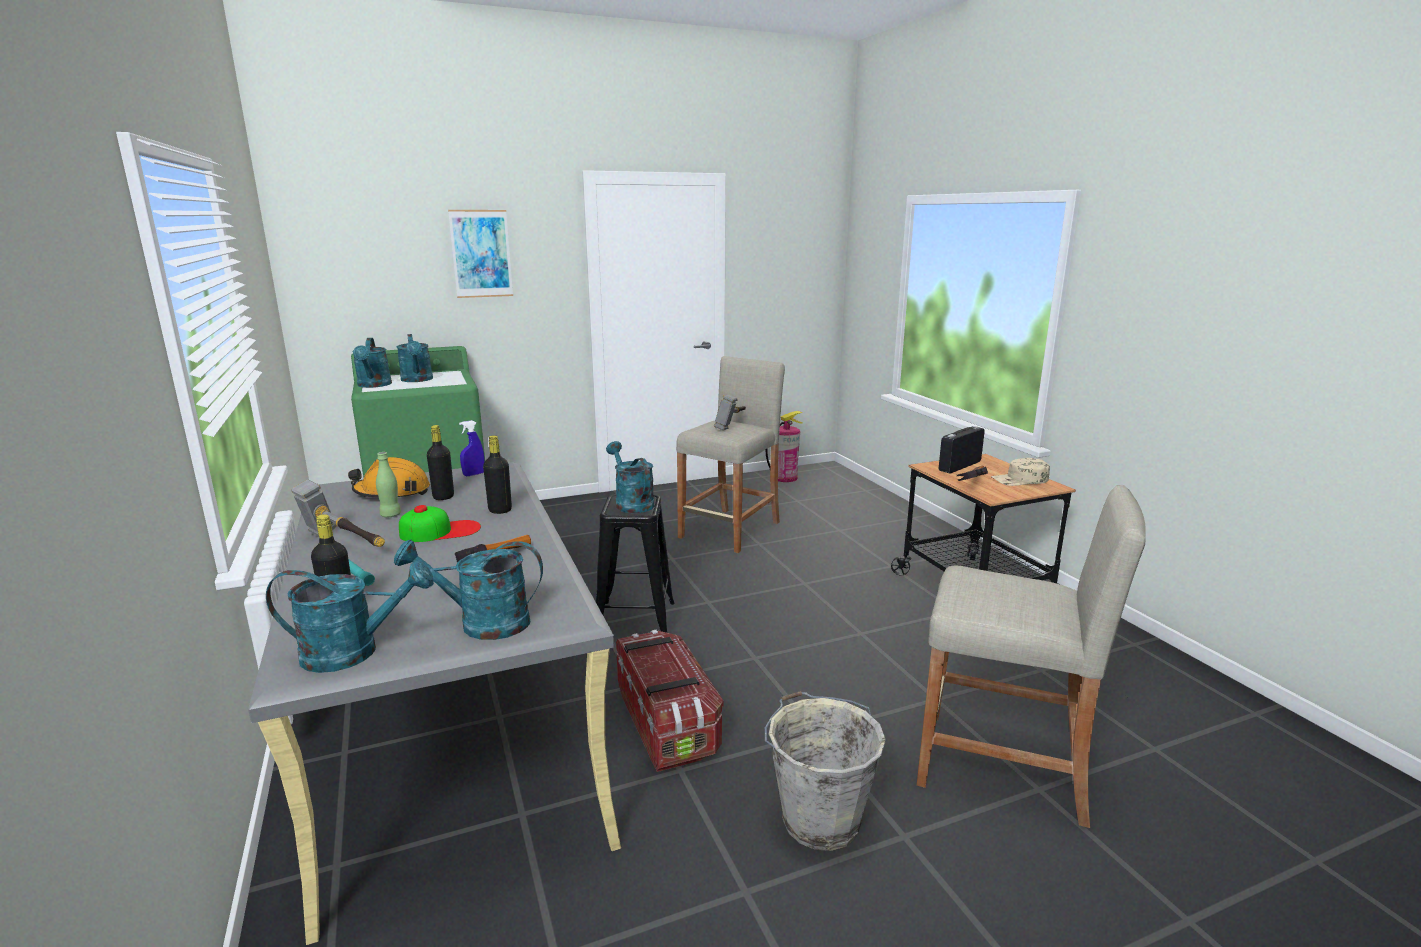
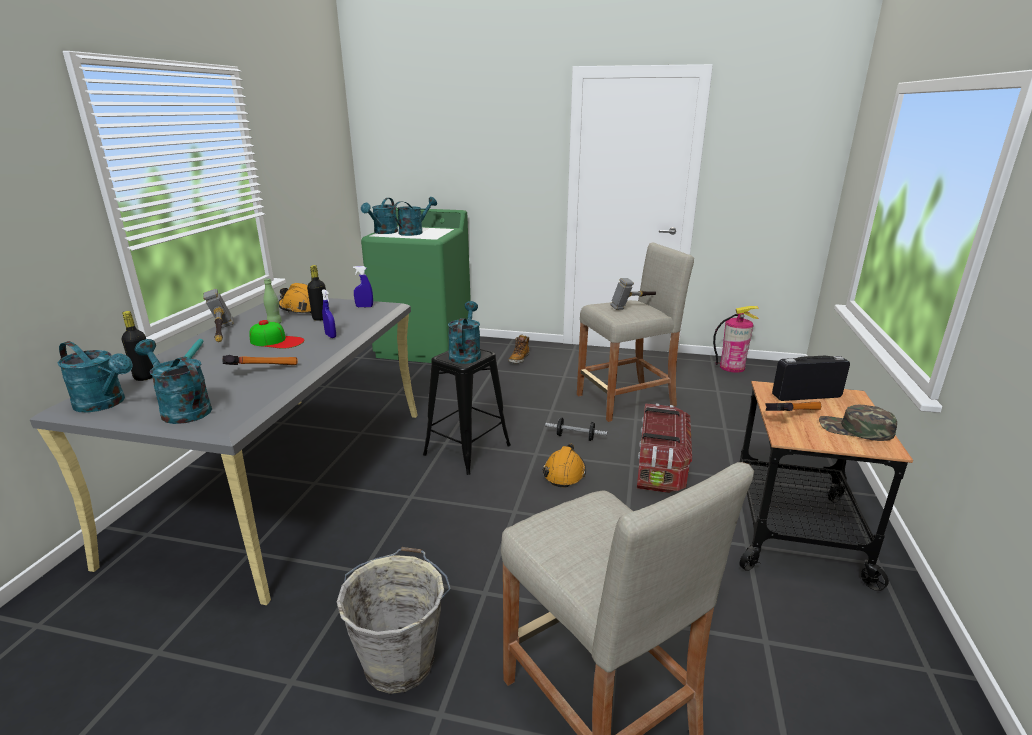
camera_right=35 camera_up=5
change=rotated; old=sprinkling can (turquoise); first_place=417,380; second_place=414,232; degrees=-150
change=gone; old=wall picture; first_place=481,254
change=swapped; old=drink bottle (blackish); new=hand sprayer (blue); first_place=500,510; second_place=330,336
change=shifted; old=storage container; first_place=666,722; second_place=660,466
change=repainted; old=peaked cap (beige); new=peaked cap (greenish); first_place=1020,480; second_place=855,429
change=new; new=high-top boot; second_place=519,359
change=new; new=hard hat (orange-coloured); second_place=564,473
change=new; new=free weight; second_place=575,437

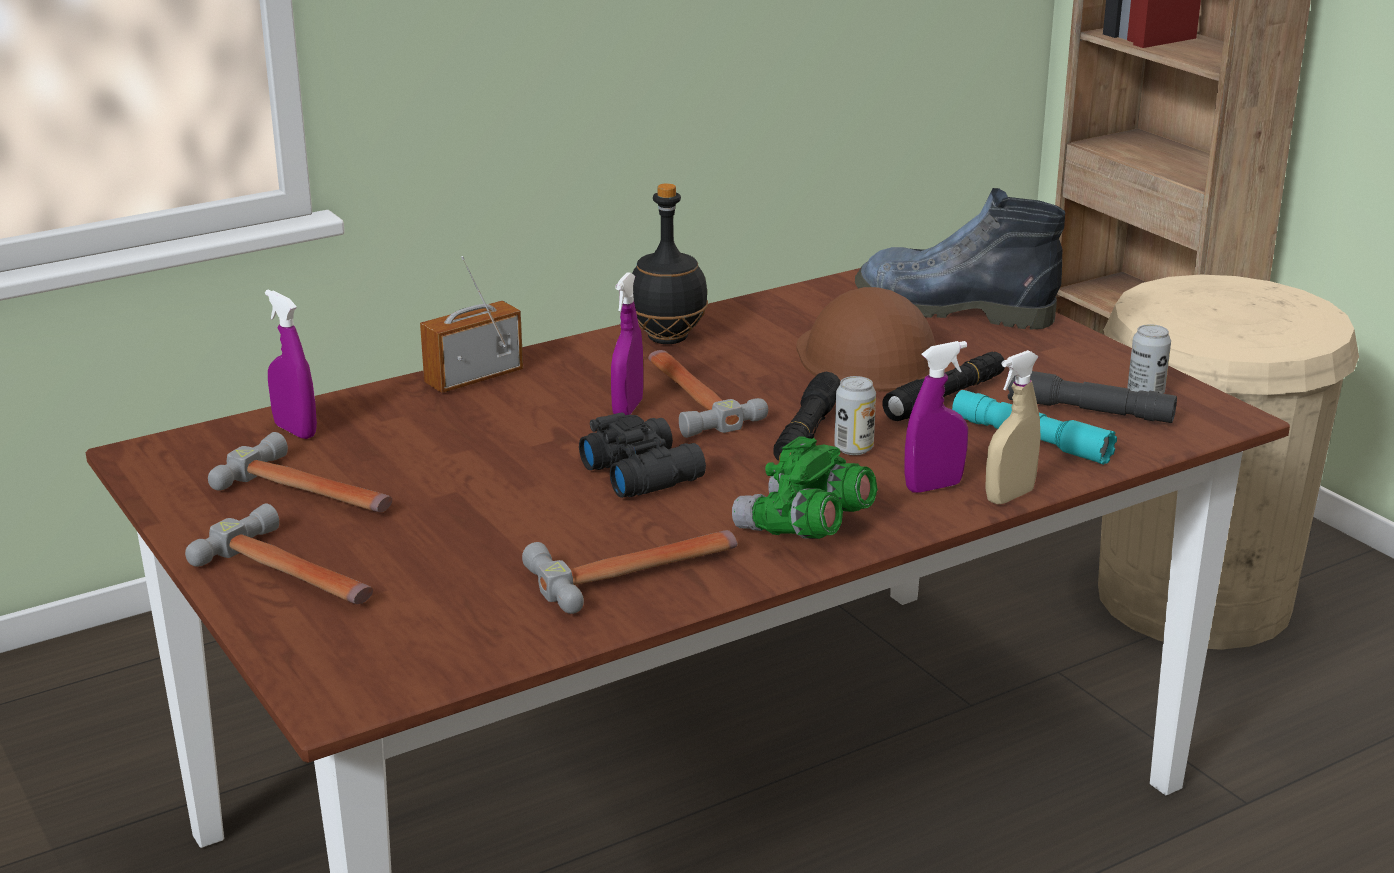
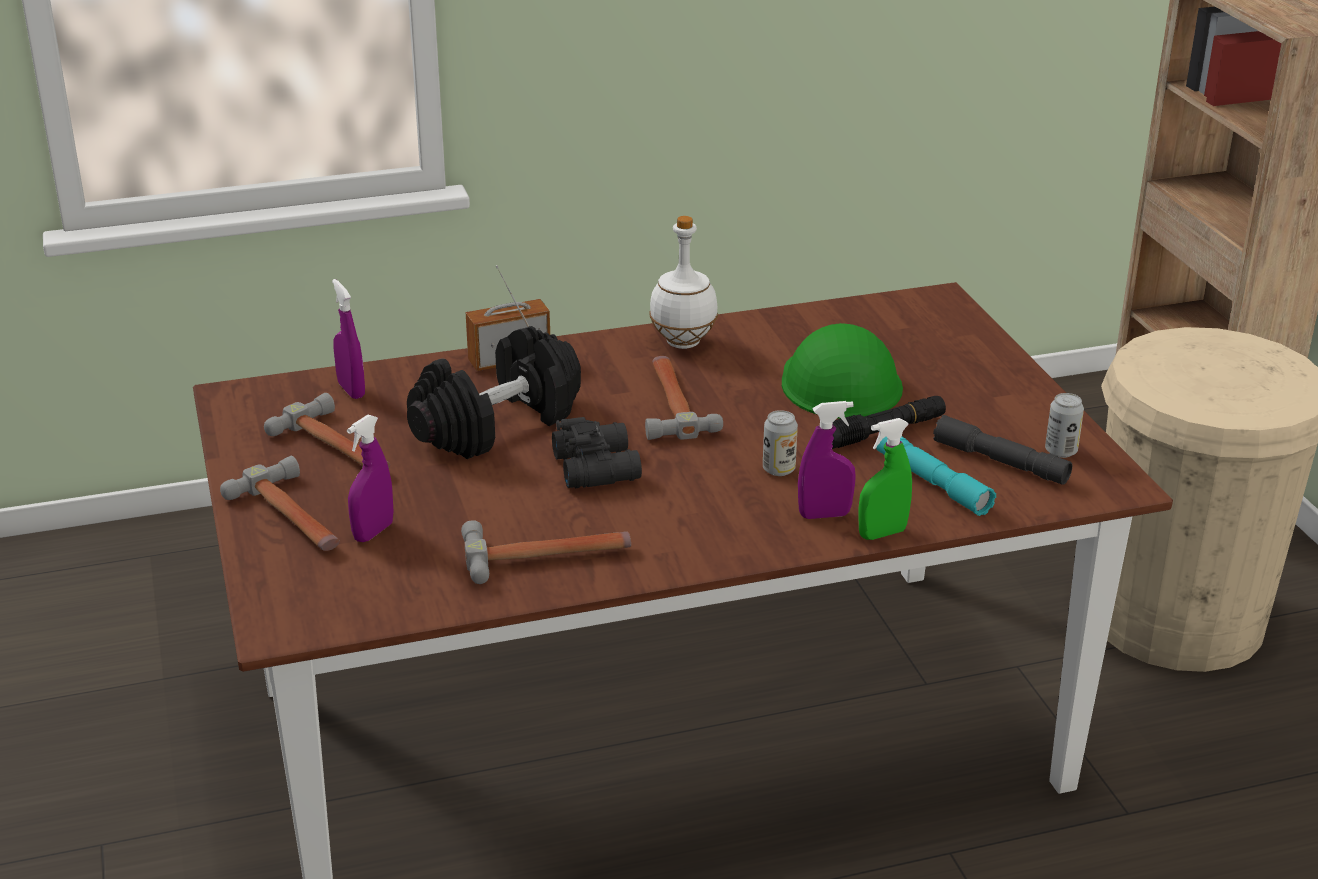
camera_right=15 camera_up=5
change=shifted; old=hand sprayer (purplish); first_place=627,408; second_place=373,532
change=repainted; old=drink bottle (blackish); new=drink bottle (whitish); first_place=669,338; second_place=684,343
change=gone; old=pair of binoculars (greenish); first_place=804,528
change=gone; old=torch (blackish); first_place=806,432
change=repainted; old=hard hat (brown-coloured); new=hard hat (greenish); first_place=868,357; second_place=840,383
change=gone; old=high-top boot; first_place=950,308
change=repainted; old=hand sprayer (beige); new=hand sprayer (greenish); first_place=1009,496; second_place=882,533
change=new; new=free weight (blackish); second_place=497,423

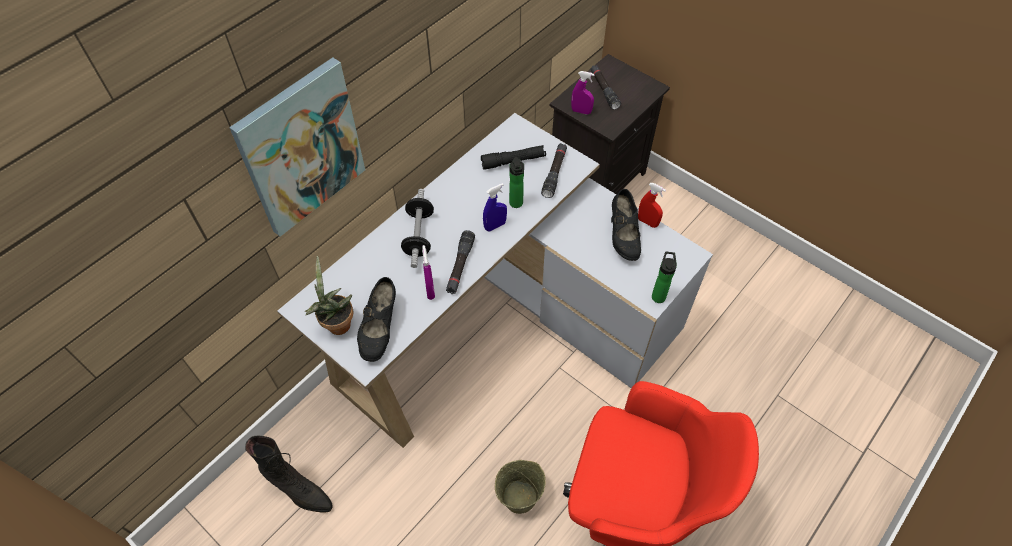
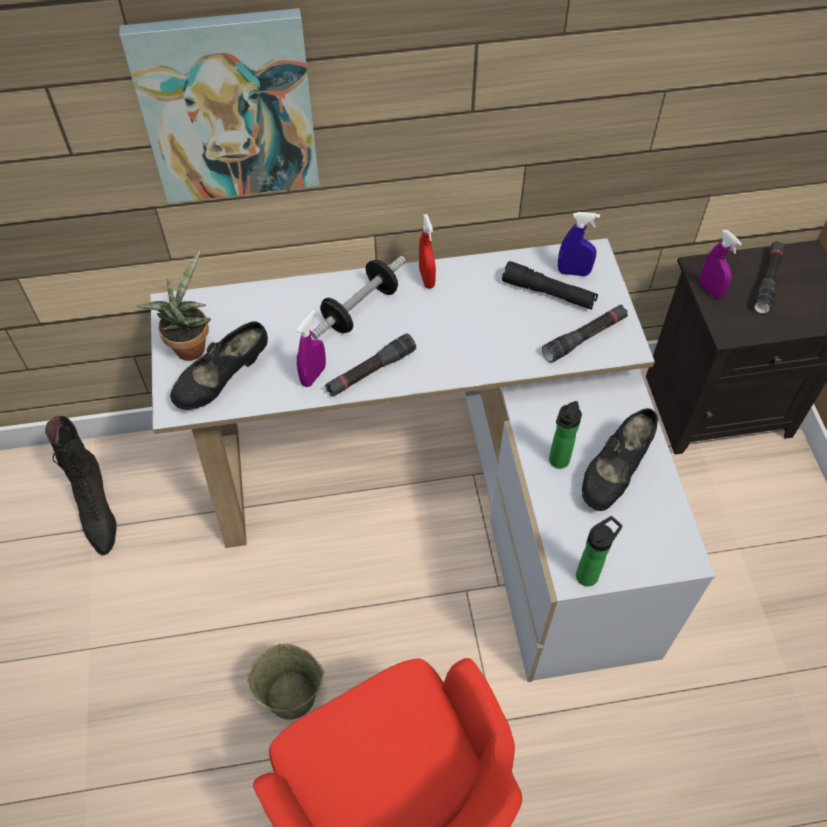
camera_right=40 camera_up=0
change=shifted; old=hand sprayer (blue); first_place=495,226; second_place=573,272
change=shifted; old=drink bottle; first_place=516,204; second_place=557,462
change=shifted; old=hand sprayer (red); first_place=647,222; second_place=426,278

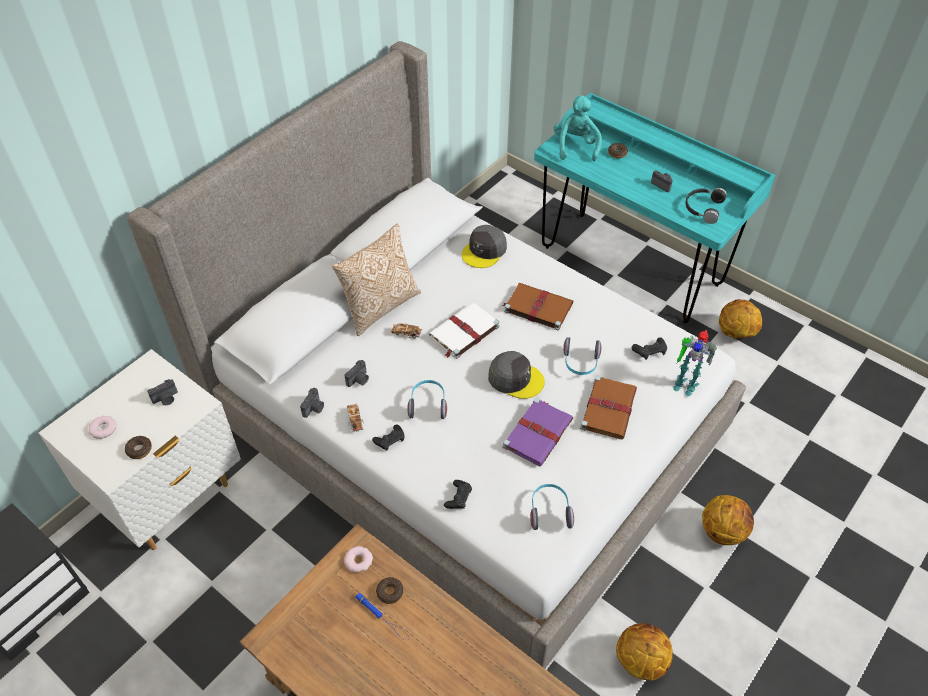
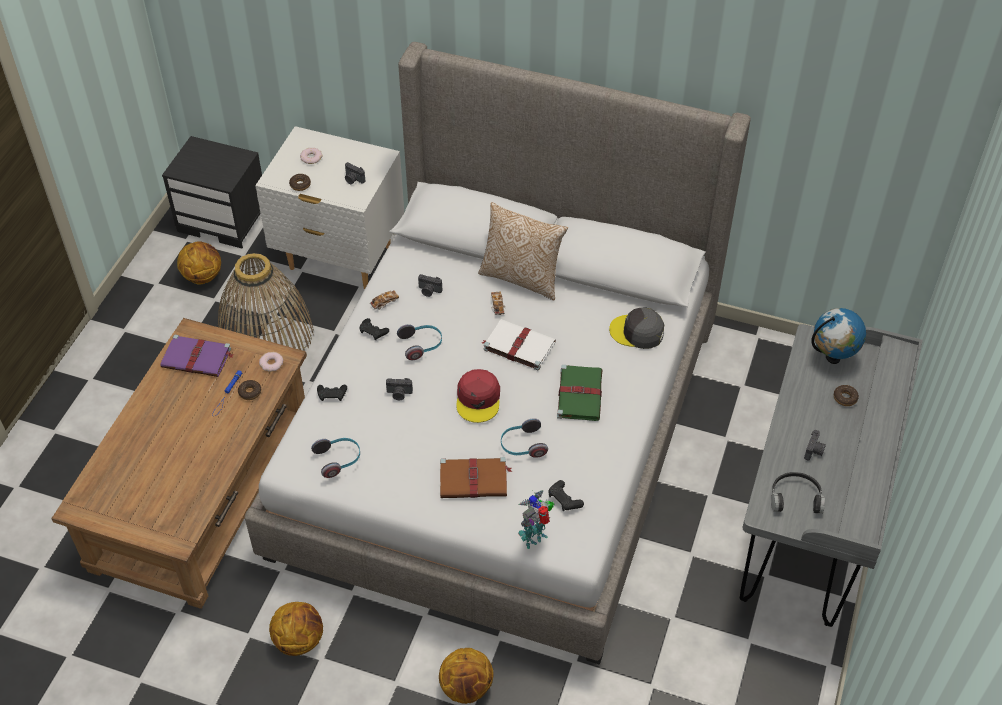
camera_right=70 camera_up=0
change=shifted; old=still camera; first_place=314,408; second_place=399,394
change=repainted; old=peaked cap (gray); new=peaked cap (red); first_place=515,378; second_place=478,399
change=repainted; old=volume (brown-coloured); new=volume (greenish); first_place=537,307; second_place=579,393
change=shifted; old=volume (purplish); first_place=538,432; second_place=197,358
change=repainted; old=desk unit (turquoise); new=desk unit (gray); first_place=631,265; second_place=807,527
change=swapped; old=soft toy (turquoise); new=world globe; first_place=576,146; second_place=832,358
change=rotated; old=toy robot; first_place=685,383; second_place=535,537; degrees=45
change=shifted; old=ball for basketball; first_place=735,332; second_place=202,276
change=new; new=basket; second_place=266,334

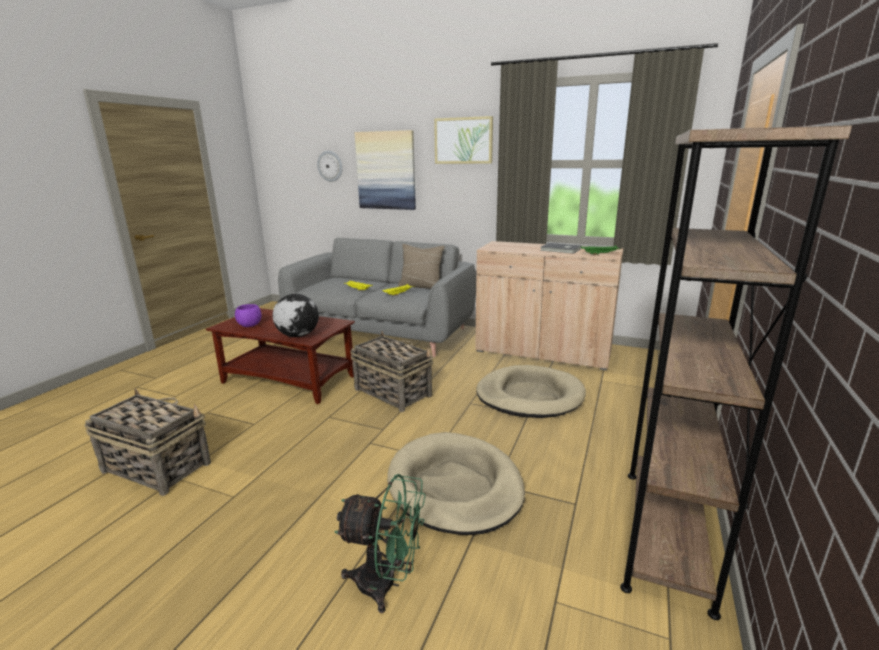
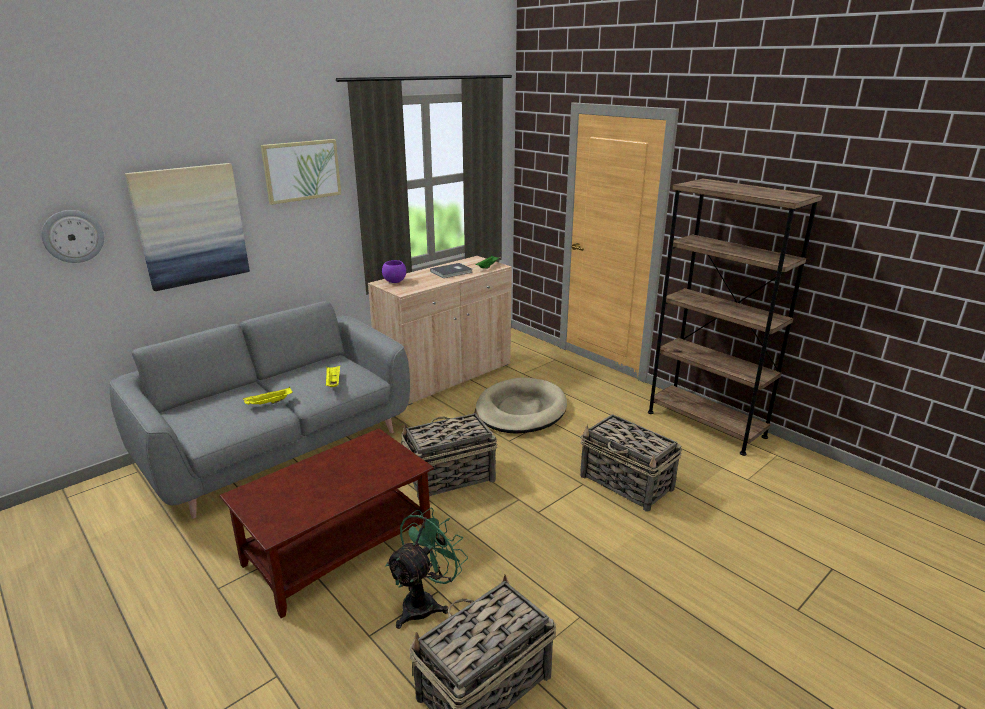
camera_right=-65 camera_up=5
change=shifted; old=bowl (purplish); first_place=249,325; second_place=394,281
change=gone; old=world globe; first_place=298,335
change=shifted; old=electric fan (greenish); first_place=387,584; second_place=425,602
change=swapped; old=dog cushion (beige); new=basket; first_place=455,486; second_place=627,483
change=gone; old=pillow (beige); first_place=421,286

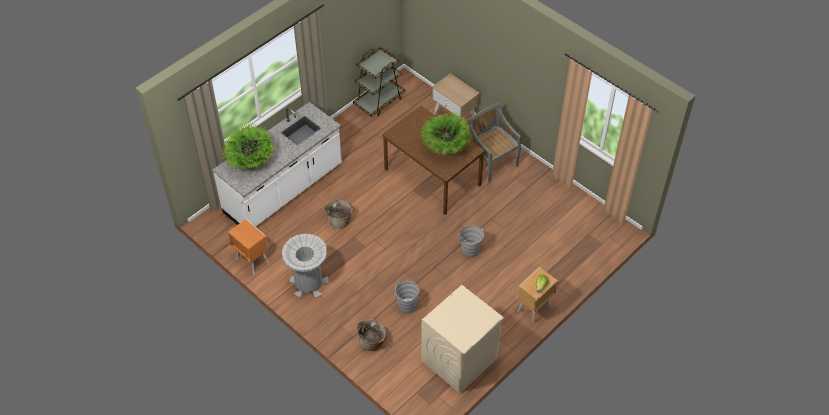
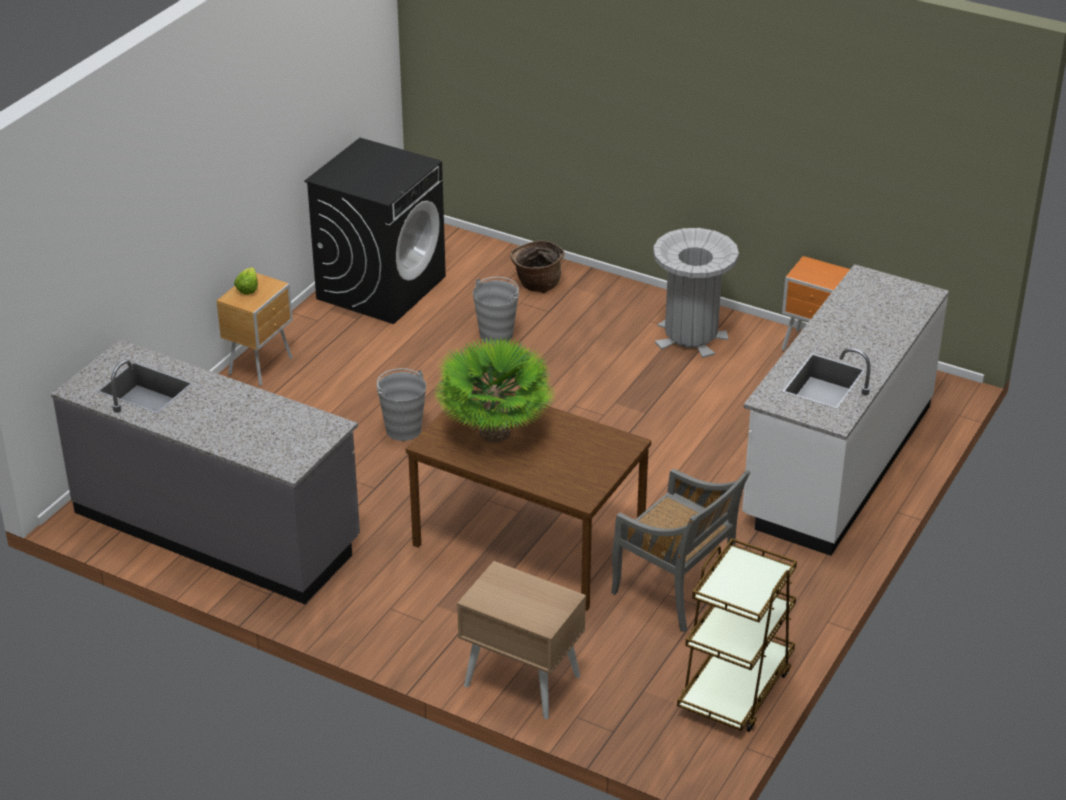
camera_right=165 camera_up=-15
change=gone; old=houseplant; first_place=250,164
change=gone; old=basket; first_place=340,220
change=repainted; old=washing machine (beige); new=washing machine (blackish); first_place=459,360; second_place=381,287
change=shifted; old=upright chair (gray); first_place=491,162; second_place=676,589
change=new; new=kitchen counter (gray); second_place=217,528

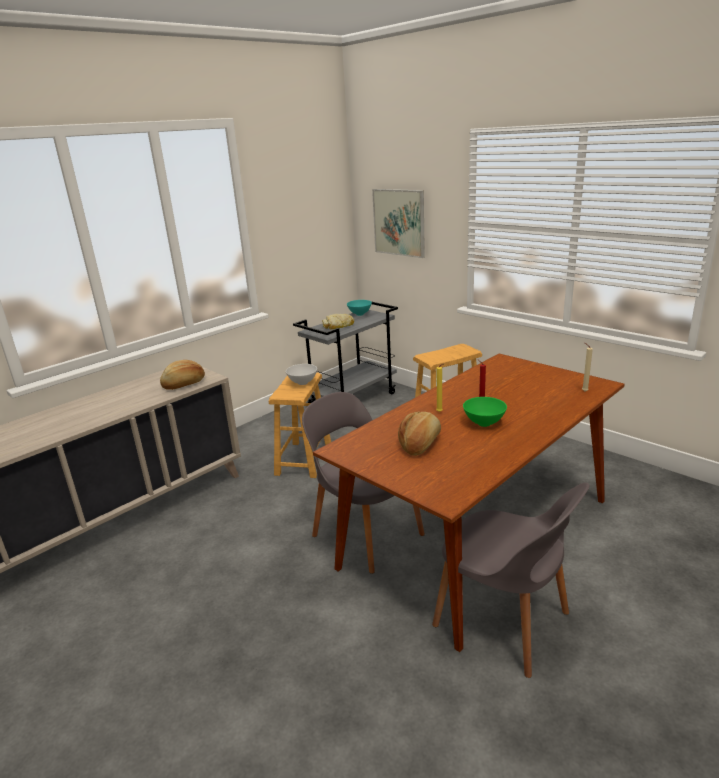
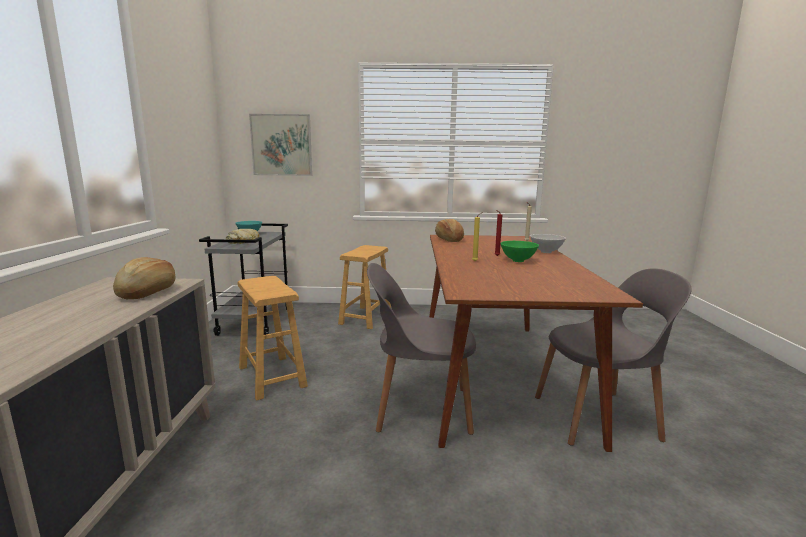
camera_right=-45 camera_up=-10
change=shifted; old=bowl (whitish); first_place=303,383; second_place=546,252
change=shifted; old=bread; first_place=420,444; second_place=449,239

